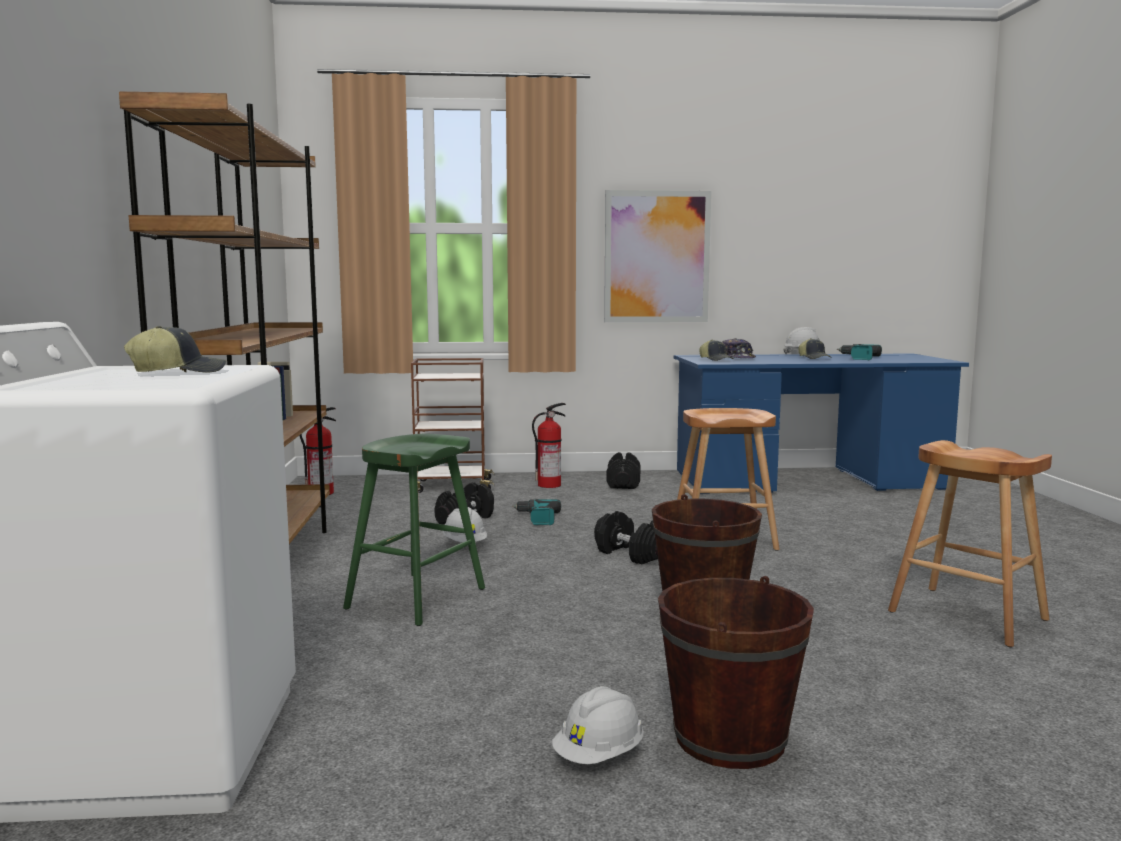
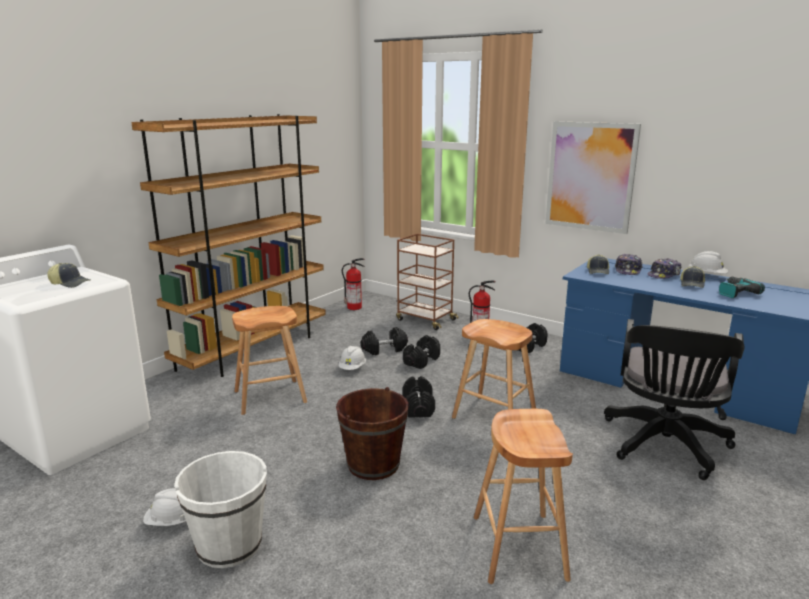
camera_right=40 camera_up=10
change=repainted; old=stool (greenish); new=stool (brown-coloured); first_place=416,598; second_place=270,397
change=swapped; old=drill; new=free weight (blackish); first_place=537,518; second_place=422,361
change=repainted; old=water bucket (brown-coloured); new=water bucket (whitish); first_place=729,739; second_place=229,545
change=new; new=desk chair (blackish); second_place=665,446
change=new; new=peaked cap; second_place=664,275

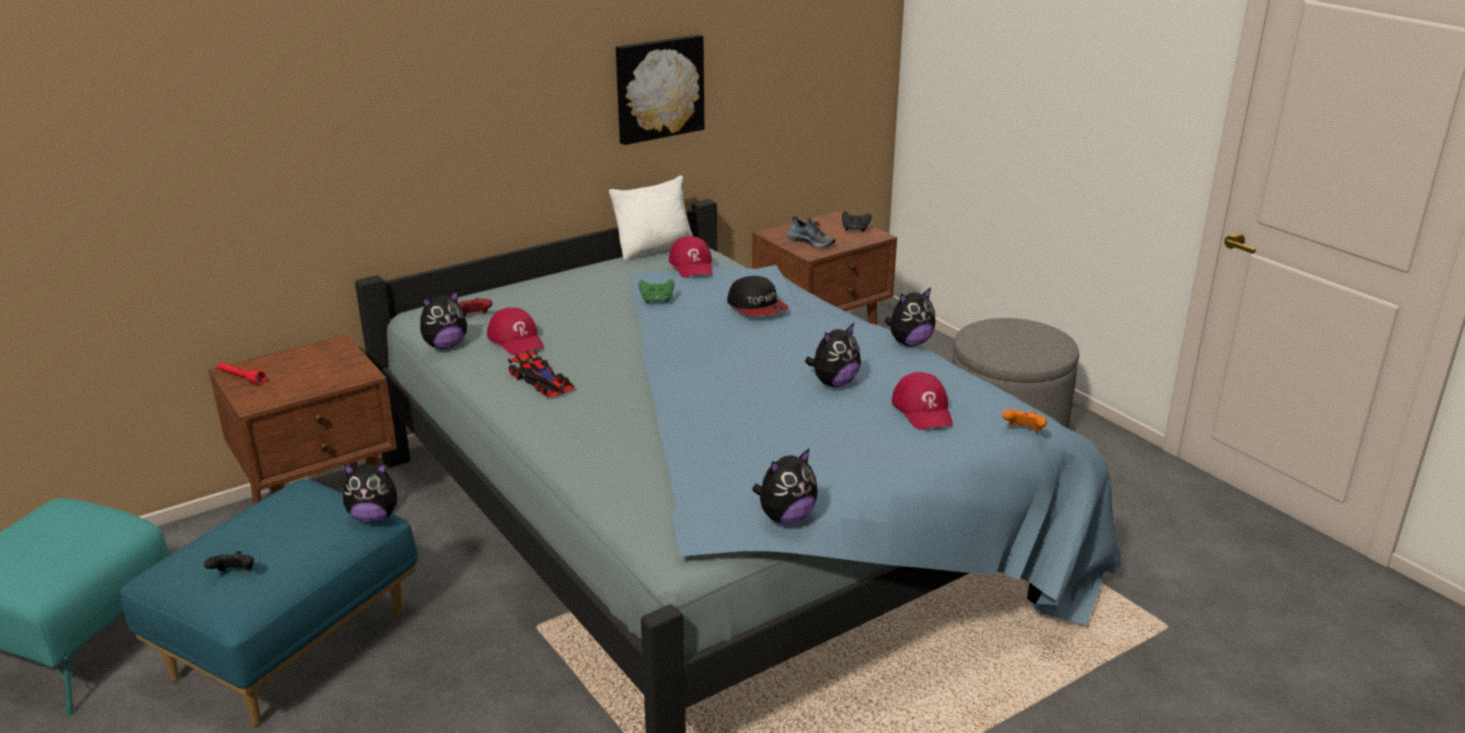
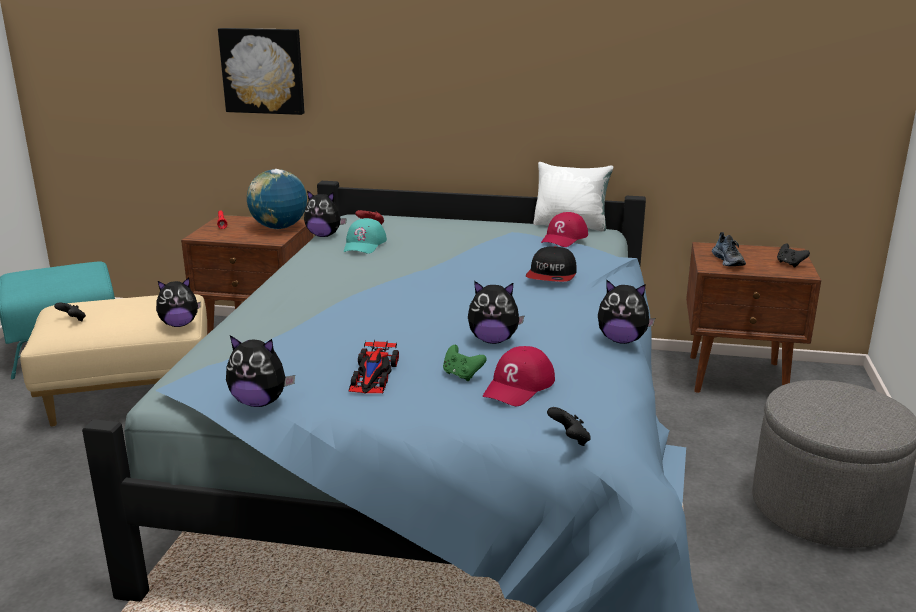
camera_right=45 camera_up=-5
change=repainted; old=footrest (blue); new=footrest (beige); first_place=290,644; second_place=131,396
change=rotated; old=soft toy; first_place=374,517; second_place=179,324; degrees=-60
change=repainted; old=peaked cap (red); new=peaked cap (turquoise); first_place=517,340; second_place=364,244
change=shifted; old=model car; first_place=541,381; second_place=374,374
change=shifted; old=wall picture; first_place=658,88; second_place=263,70
change=shifted; old=joypad (greenish); first_place=656,300; second_place=462,375
change=repainted; old=joypad (orange-coloured); new=joypad (blackish); first_place=1024,432; second_place=569,440
change=new; new=world globe; second_place=279,227

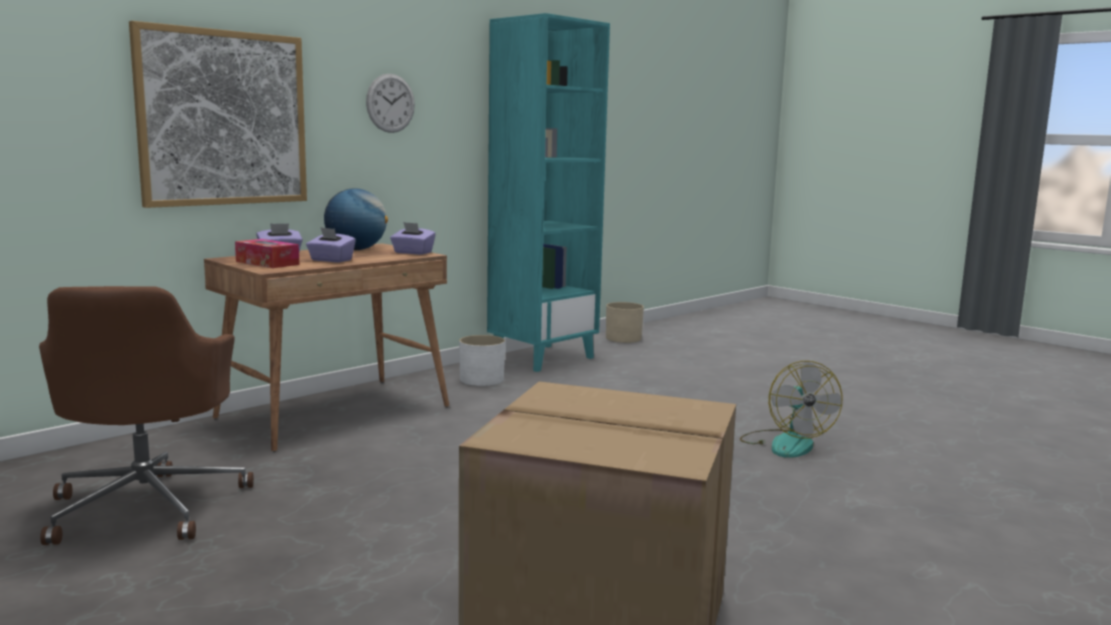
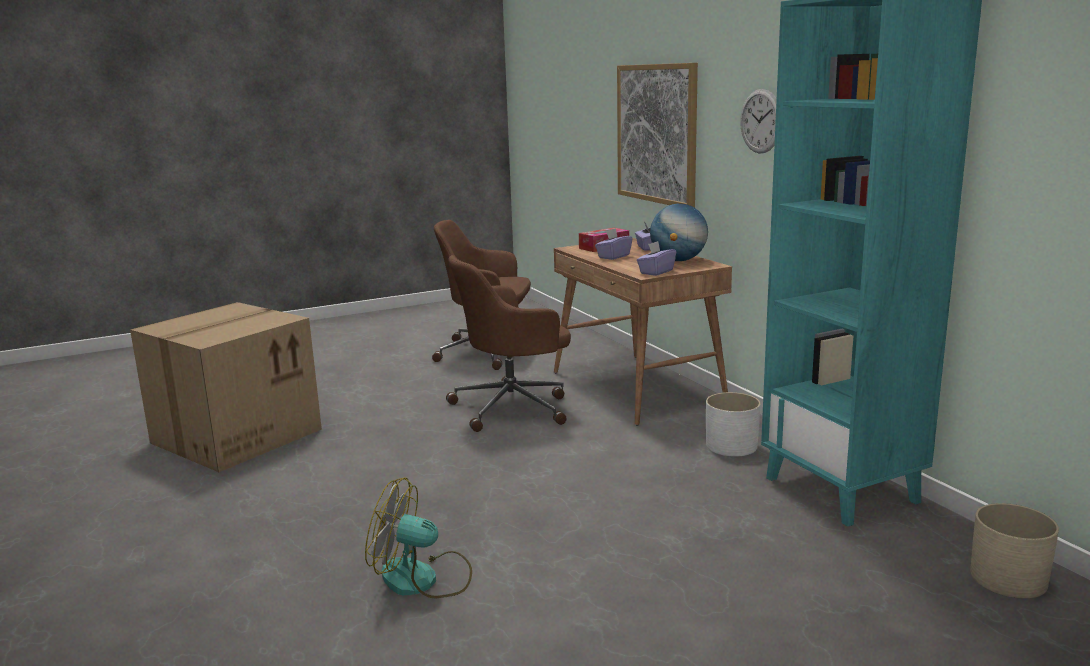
camera_right=110 camera_up=5
change=new; new=desk chair (brown-coloured); second_place=513,407

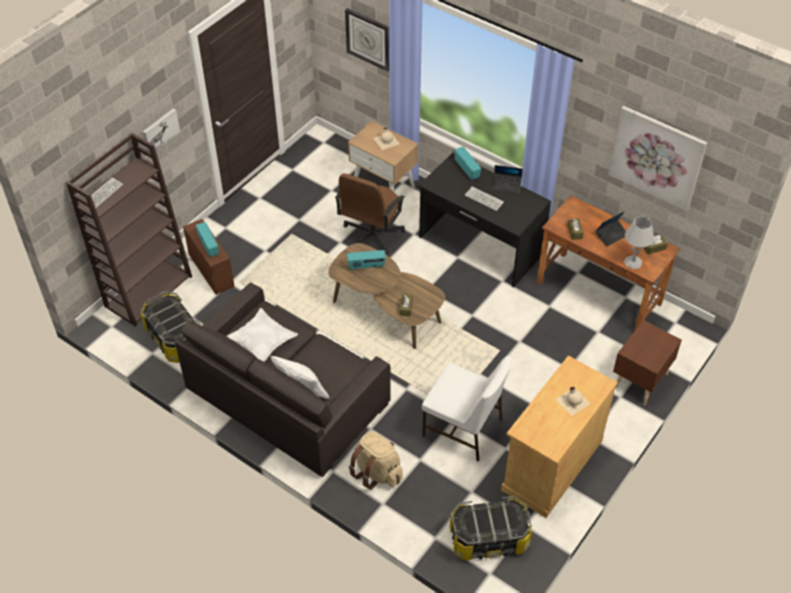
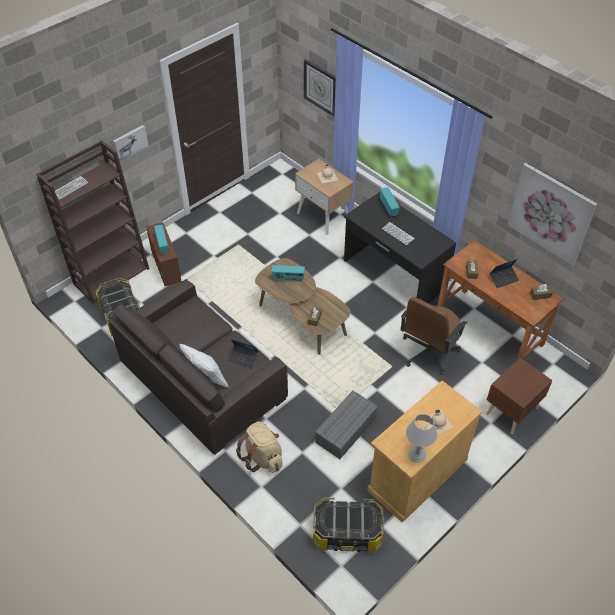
camera_right=10 camera_up=0
change=gone; old=pillow (whitish); first_place=261,344
change=shifted; old=desk chair (brown-coloured); first_place=372,236; second_place=428,352
change=swapped; old=upright chair (whitish); new=storage container (gray); first_place=463,429; second_place=346,431
change=shifted; old=notebook computer; first_place=506,185; second_place=243,358
change=shifted; old=table lamp (gray); first_place=633,262; second_place=417,454

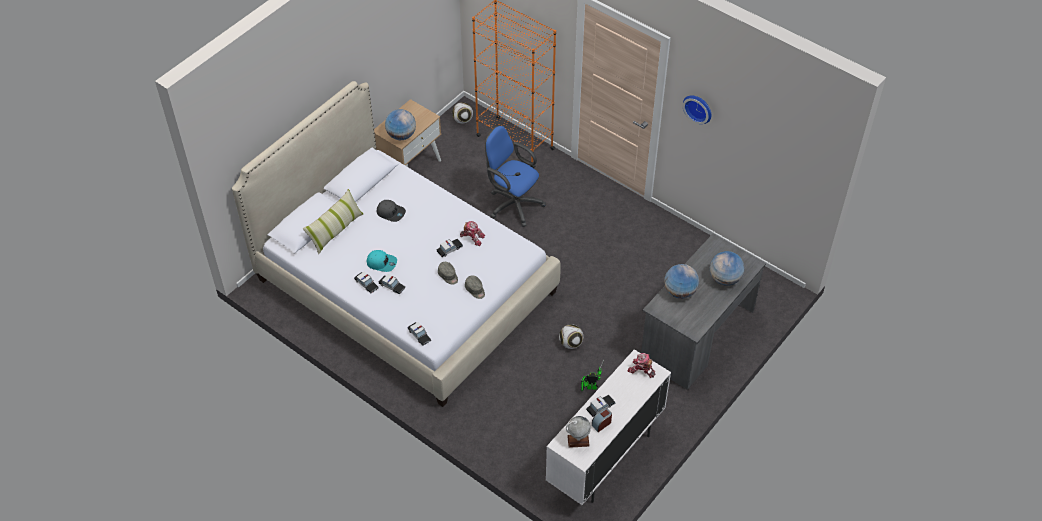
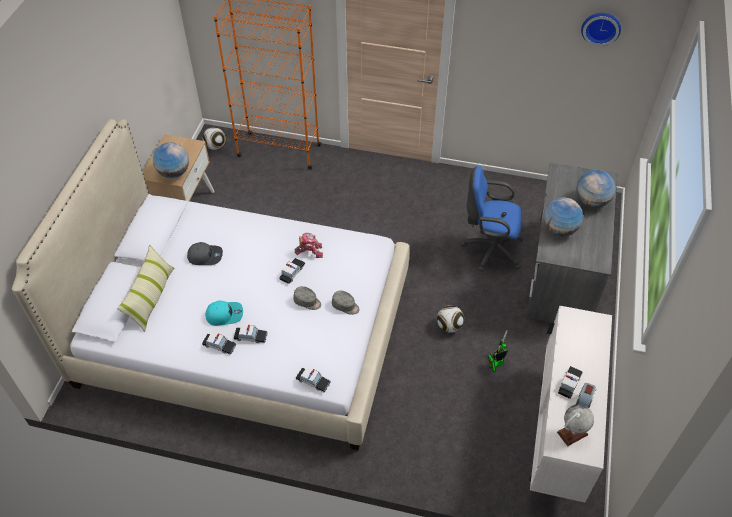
camera_right=-25 camera_up=0
change=shifted; old=desk chair (blue); first_place=512,204; second_place=489,249
change=gone; old=toy robot; first_place=641,370
change=shifted; old=wall clock; first_place=698,108; second_place=601,27

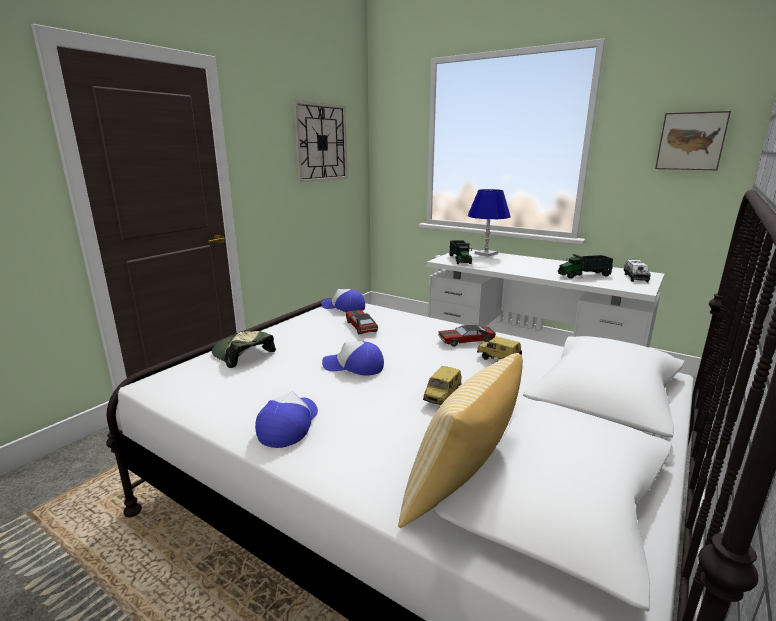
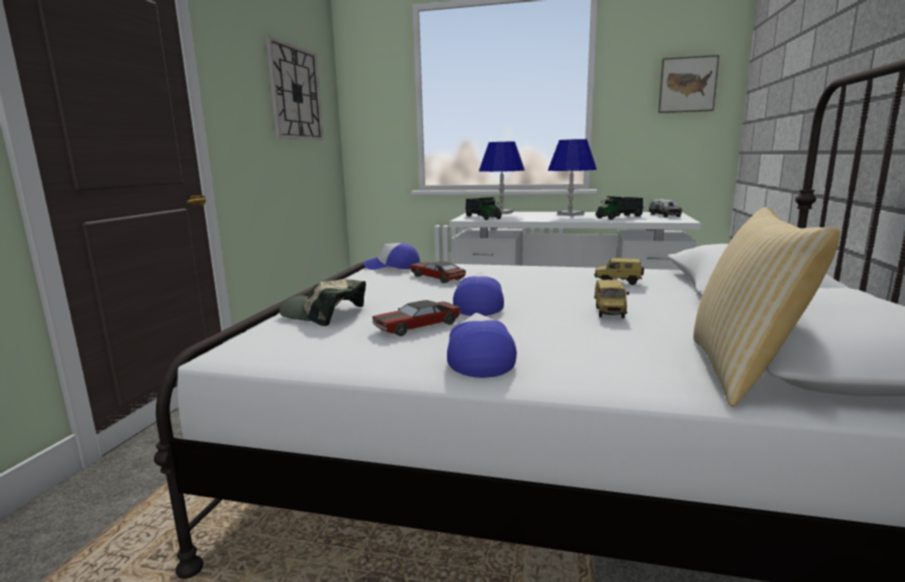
camera_right=-20 camera_up=-5
change=rotated; old=peaked cap; first_place=354,367; second_place=479,305; degrees=105
change=shifted; old=model car; first_place=466,340; second_place=417,326
change=new; new=table lamp (blue); second_place=570,214

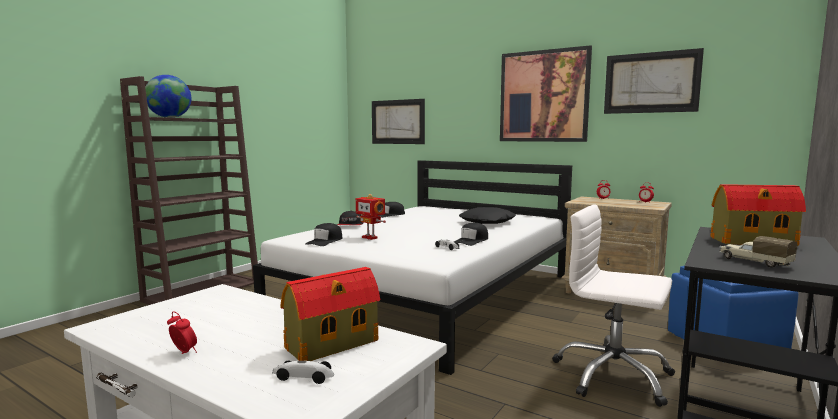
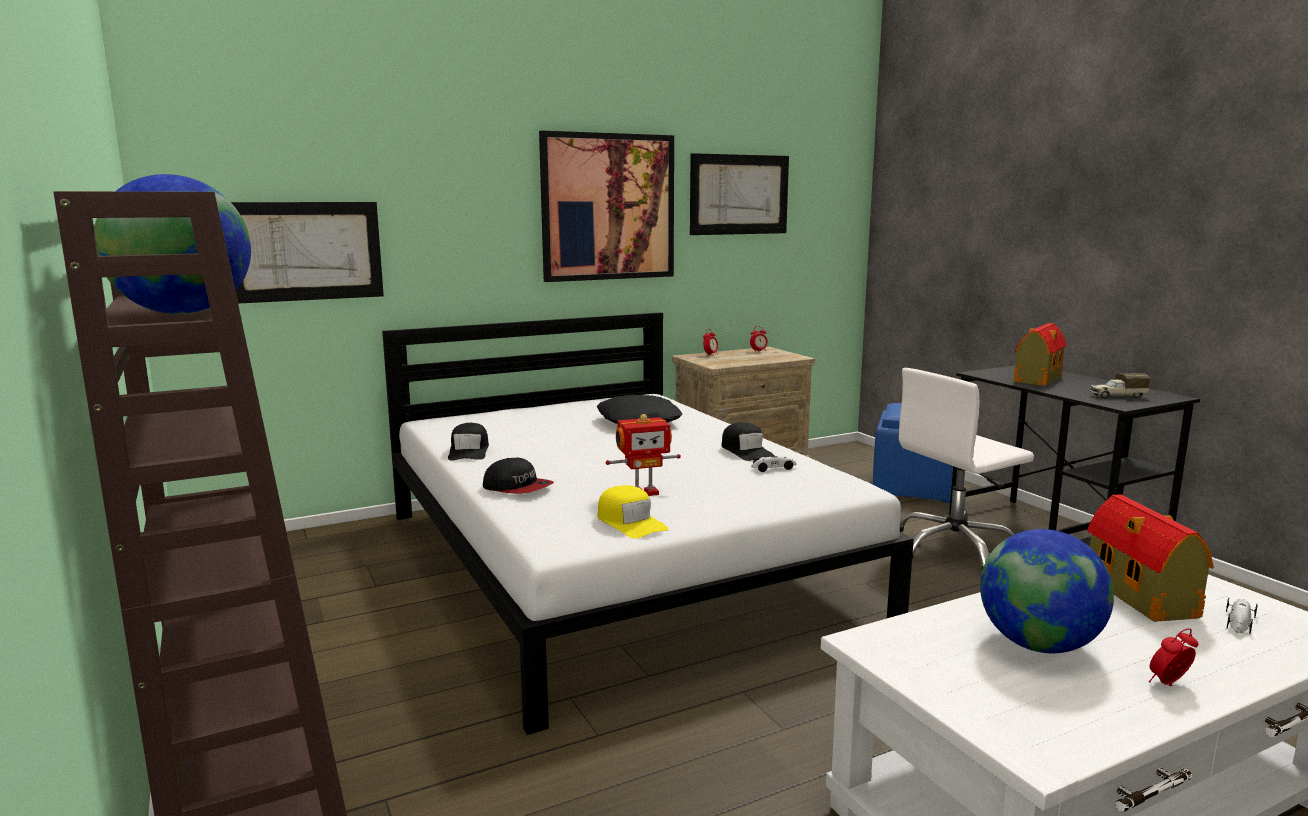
camera_right=-60 camera_up=5
change=repainted; old=peaked cap (blackish); new=peaked cap (yellowish); first_place=325,241; second_place=630,522
change=new; new=world globe; second_place=1038,645

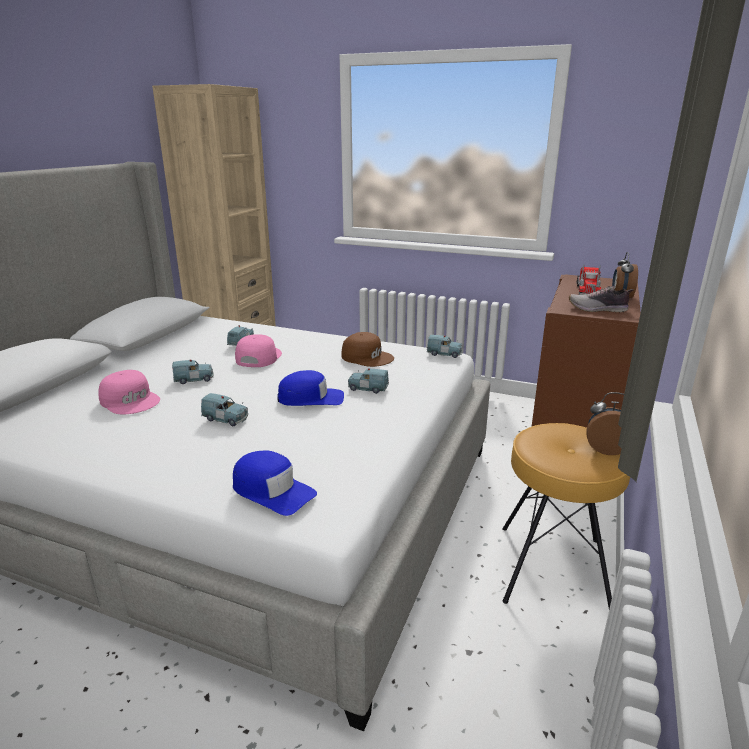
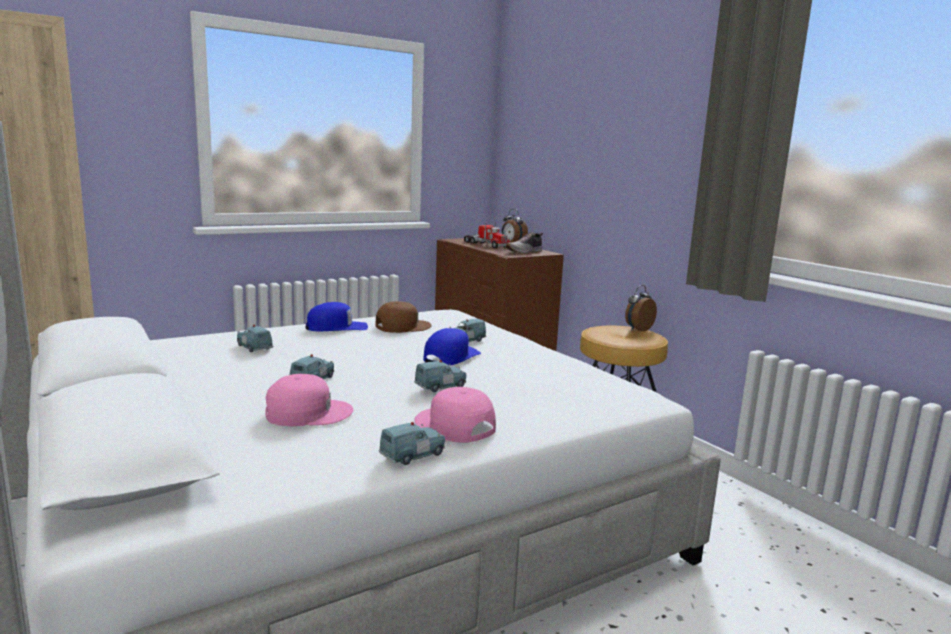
camera_right=-55 camera_up=-10
change=shifted; old=peaked cap (blue); first_place=272,491; second_place=337,327
change=shifted; old=peaked cap (pinkish); first_place=258,357; second_place=454,425
change=shifted; old=model car (blue); first_place=444,354; second_place=413,455

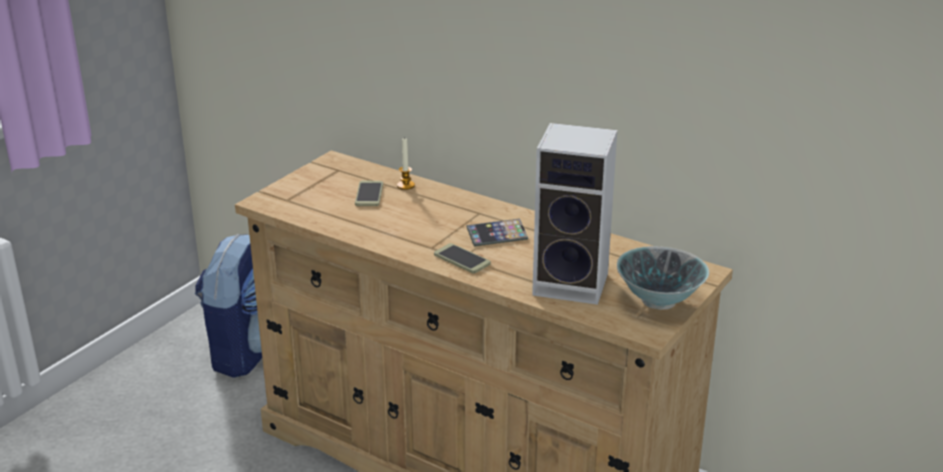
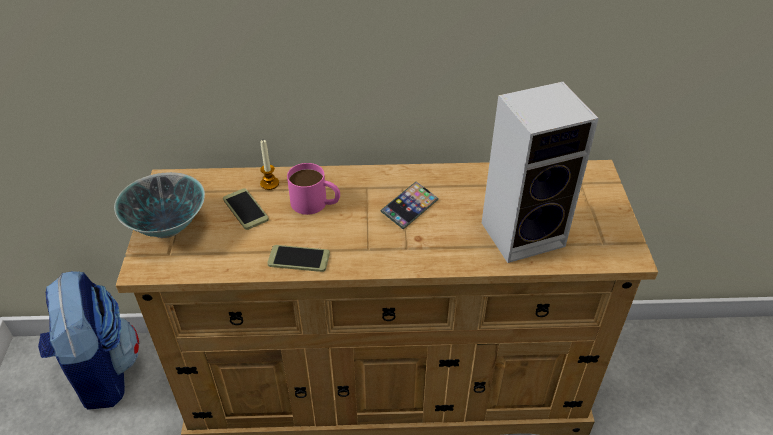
camera_right=-35 camera_up=15
change=shifted; old=telephone; first_place=461,259; second_place=298,259
change=shifted; old=bowl; first_place=659,302; second_place=168,228
change=new; new=mug (pinkish); second_place=315,203

